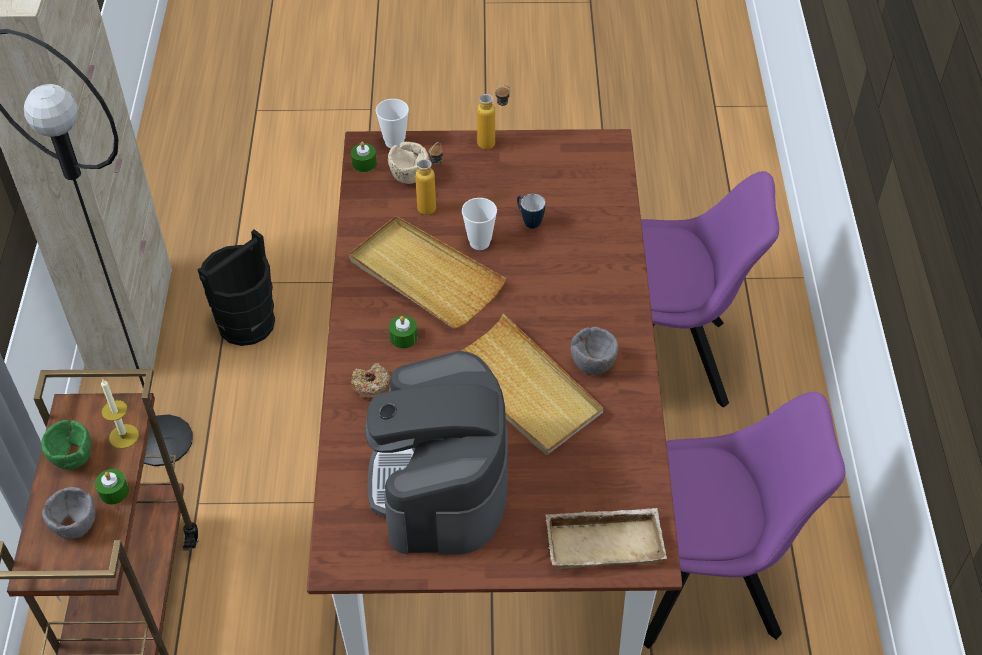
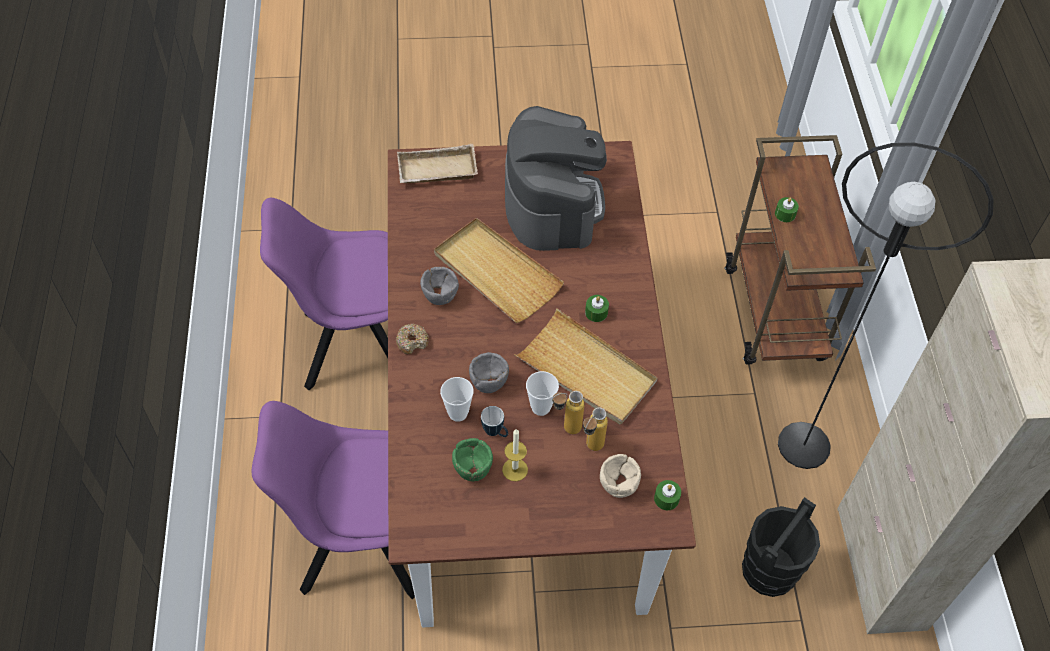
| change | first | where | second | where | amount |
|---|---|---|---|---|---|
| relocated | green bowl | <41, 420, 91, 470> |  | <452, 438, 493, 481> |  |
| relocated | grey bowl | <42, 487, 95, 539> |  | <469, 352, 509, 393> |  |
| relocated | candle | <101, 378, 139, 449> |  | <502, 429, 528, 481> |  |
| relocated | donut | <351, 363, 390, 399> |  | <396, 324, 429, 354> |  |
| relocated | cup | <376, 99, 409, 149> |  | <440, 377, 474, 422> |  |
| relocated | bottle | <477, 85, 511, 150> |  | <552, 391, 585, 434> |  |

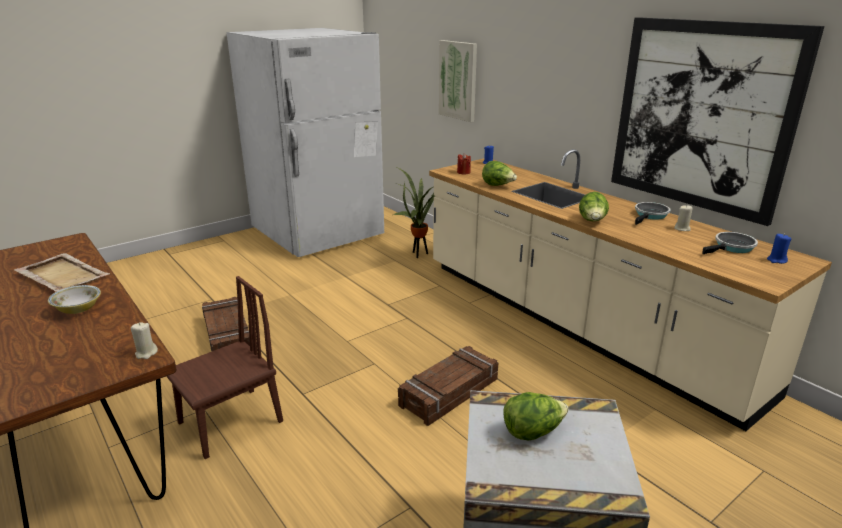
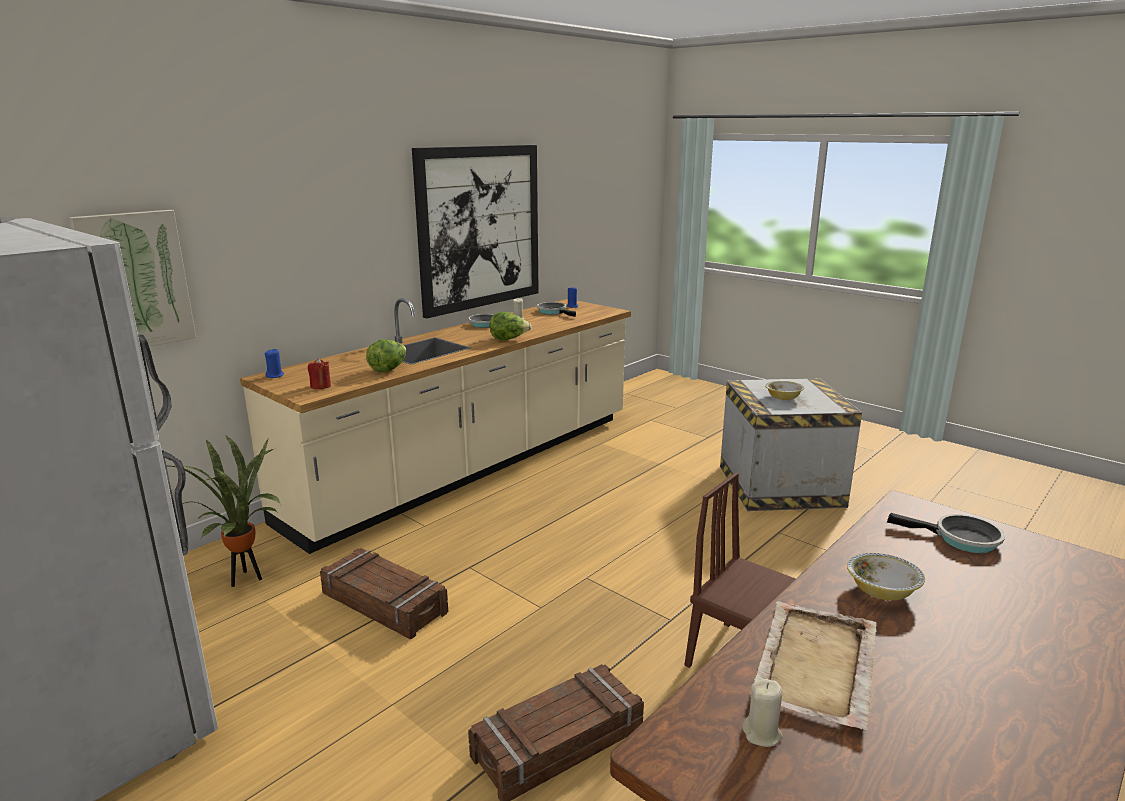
| change | first | where | second | where | amount |
|---|---|---|---|---|---|
| relocated | beige candle | <131, 322, 158, 359> |  | <743, 679, 783, 747> |  |
| relocated | crate | <398, 346, 498, 426> |  | <320, 548, 448, 639> |  |
| exchanged | lettuce | <504, 392, 568, 441> | bowl | <765, 381, 804, 400> |  |
| appeared |  |  | frying pan | <887, 513, 1005, 553> |  |

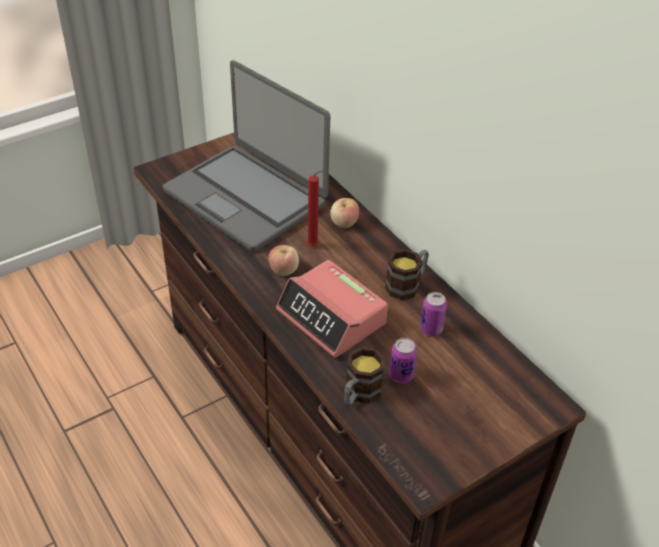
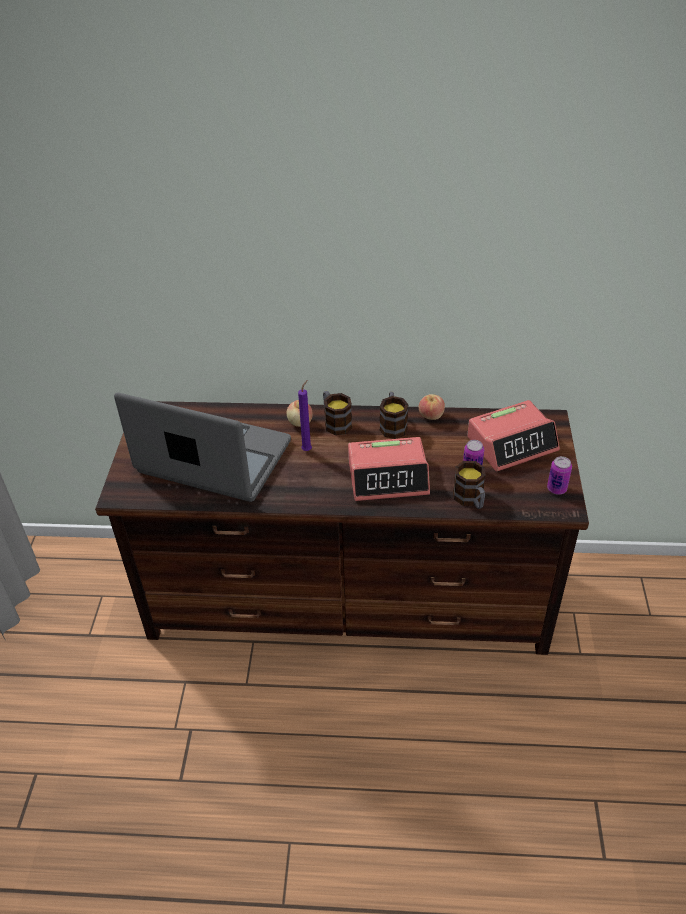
| change | first | where | second | where | amount |
|---|---|---|---|---|---|
| spun | laptop | <163, 60, 330, 252> |  | <114, 392, 291, 502> | 150 degrees counterclockwise |
| relocated | apple | <268, 245, 299, 276> |  | <419, 394, 445, 420> |  |
| colour | red candle | <307, 170, 324, 246> | purple candle | <298, 380, 312, 451> |  |
| relocated | can | <420, 292, 447, 336> |  | <547, 456, 572, 495> |  |
| appeared |  |  | mug | <323, 391, 352, 435> |  |
| appeared |  |  | alarm clock | <467, 400, 560, 471> |  |

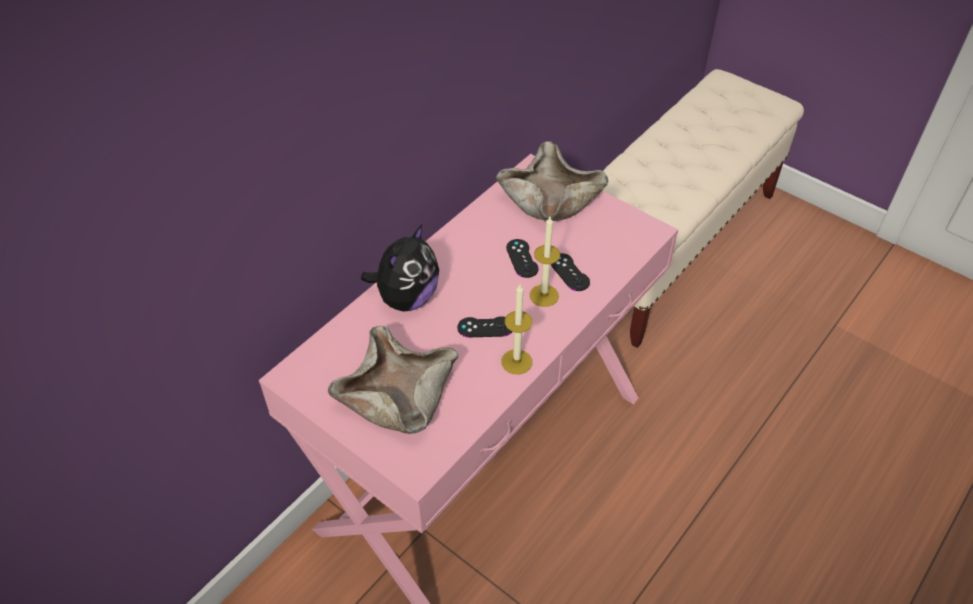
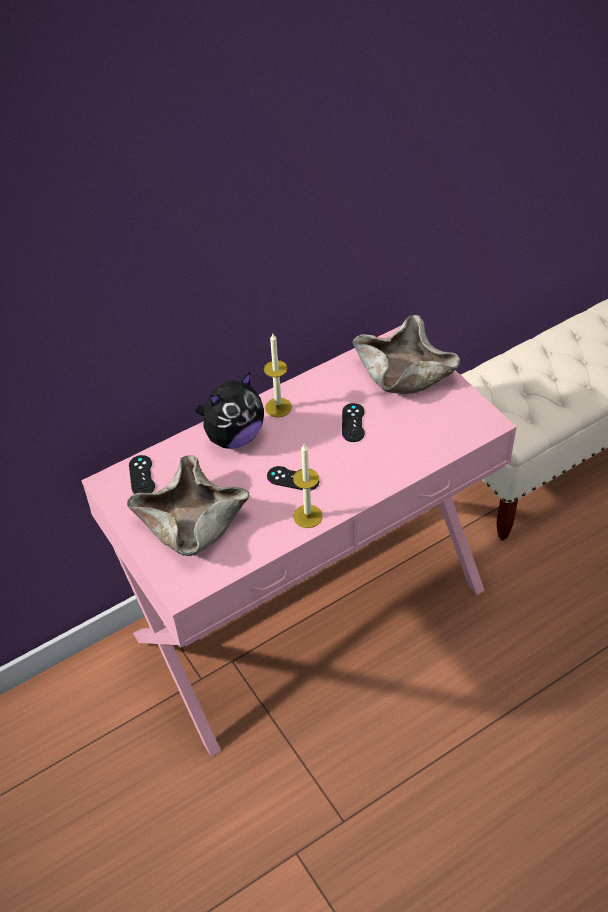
| change | first | where | second | where | amount |
|---|---|---|---|---|---|
| relocated | candle | <530, 217, 560, 307> |  | <264, 334, 292, 418> |  |
| relocated | black game controller | <550, 253, 590, 291> |  | <129, 455, 155, 494> |  |

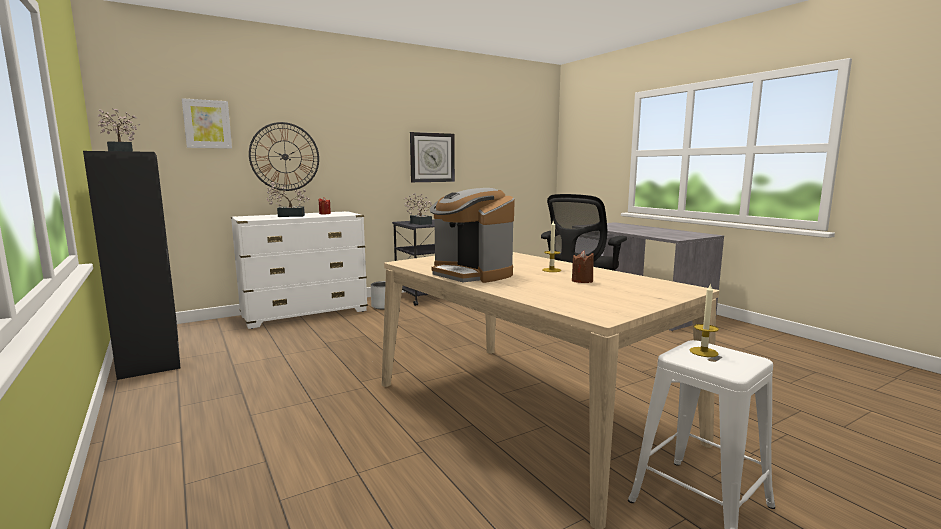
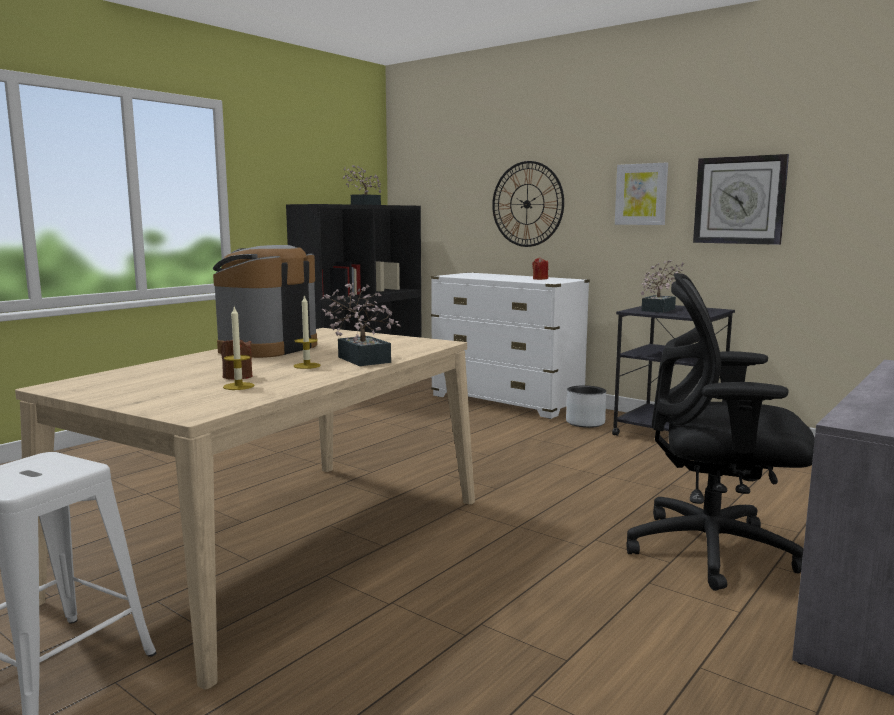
| change | first | where | second | where | amount |
|---|---|---|---|---|---|
| relocated | picture | <182, 98, 232, 149> |  | <615, 162, 668, 225> |  |
| relocated | potted plant | <267, 182, 310, 217> |  | <321, 282, 401, 366> |  |
| relocated | candle | <690, 283, 719, 357> |  | <223, 307, 254, 390> |  |

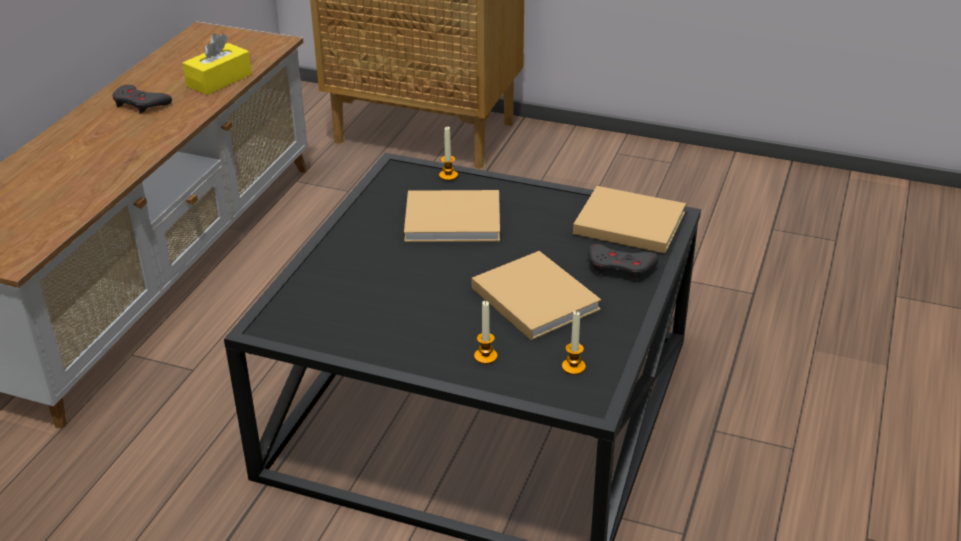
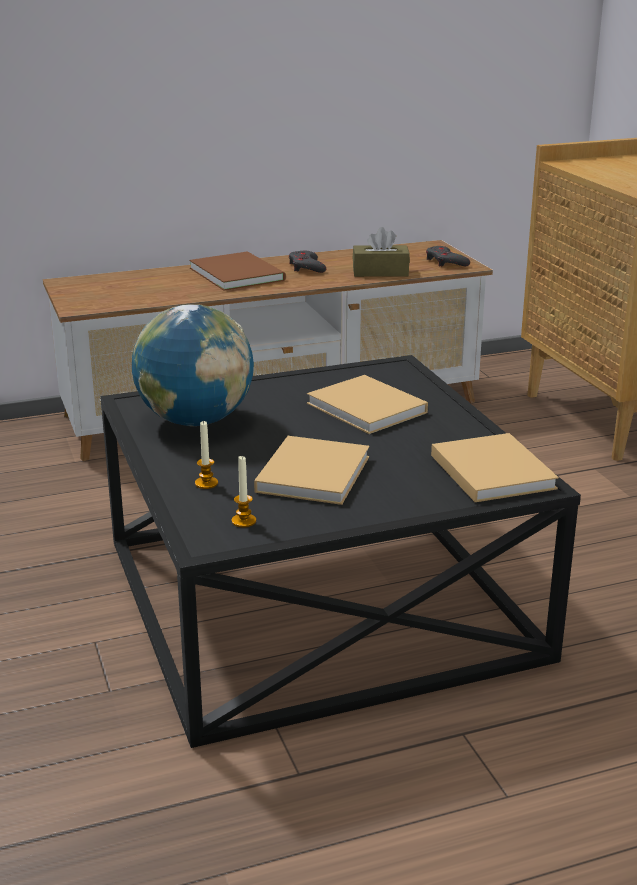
| change | first | where | second | where | amount |
|---|---|---|---|---|---|
| colour | yellow tissue box | <182, 33, 252, 95> | brown tissue box | <353, 227, 410, 277> |  |
| missing | candle | <439, 127, 458, 181> |  |  |  |
| relocated | grey game controller | <588, 244, 658, 281> |  | <426, 246, 470, 267> |  |
| appeared |  |  | globe | <132, 304, 254, 426> |  |
| appeared |  |  | brown book | <189, 251, 286, 291> |  |

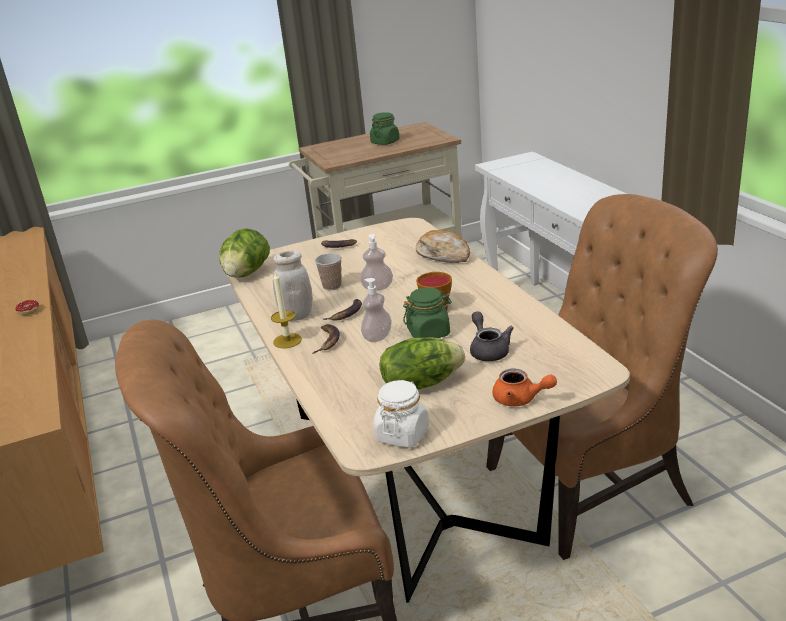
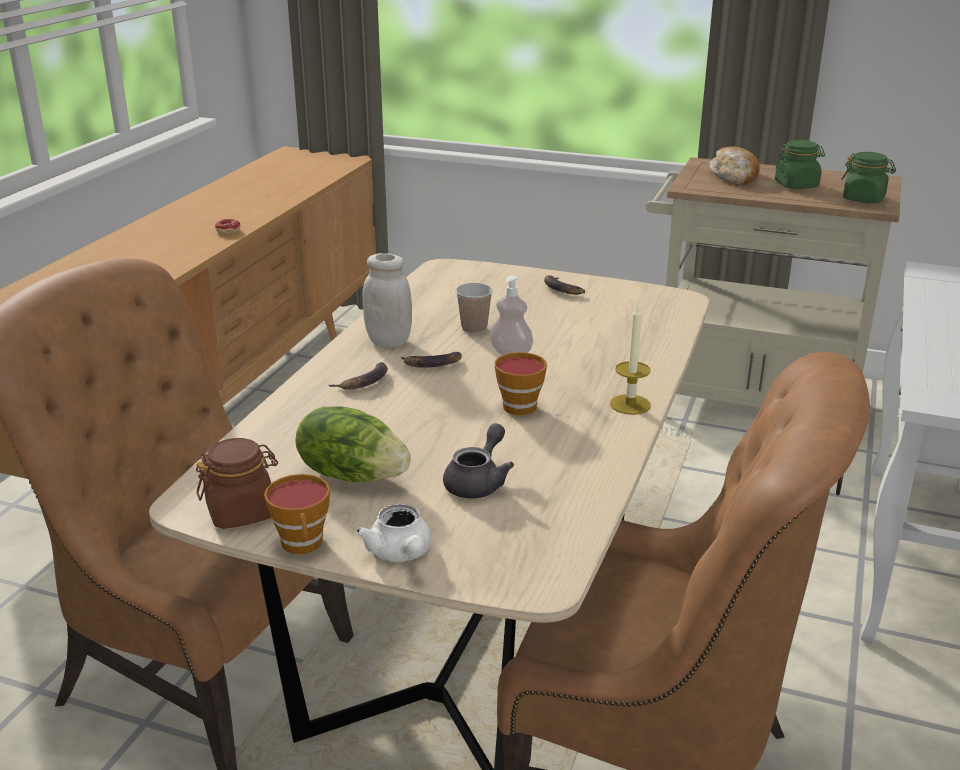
| change | first | where | second | where | amount |
|---|---|---|---|---|---|
| missing | lettuce | <219, 228, 270, 278> |  |  |  |
| relocated | candle | <271, 272, 302, 348> |  | <610, 306, 651, 415> |  |
| missing | soap dispenser | <361, 278, 392, 342> |  |  |  |
| colour | white jar | <374, 380, 429, 448> | brown jar | <196, 438, 278, 529> |  |
| relocated | green jar | <403, 287, 452, 338> |  | <841, 152, 896, 203> |  |
| relocated | bread | <416, 230, 470, 263> |  | <710, 147, 760, 185> |  |
| colour | orange teapot | <492, 368, 557, 406> | white teapot | <356, 504, 431, 562> |  |
| appeared |  |  | cup | <264, 474, 330, 554> |  |

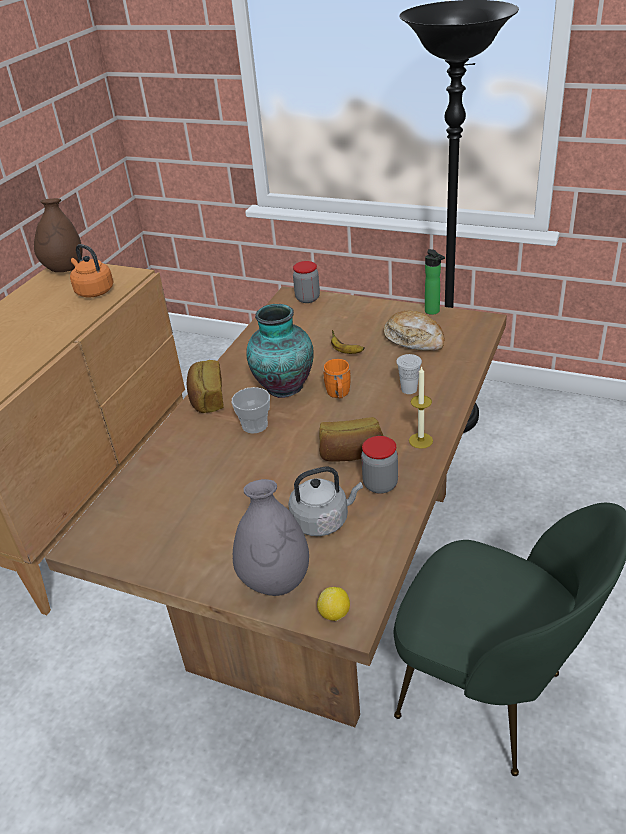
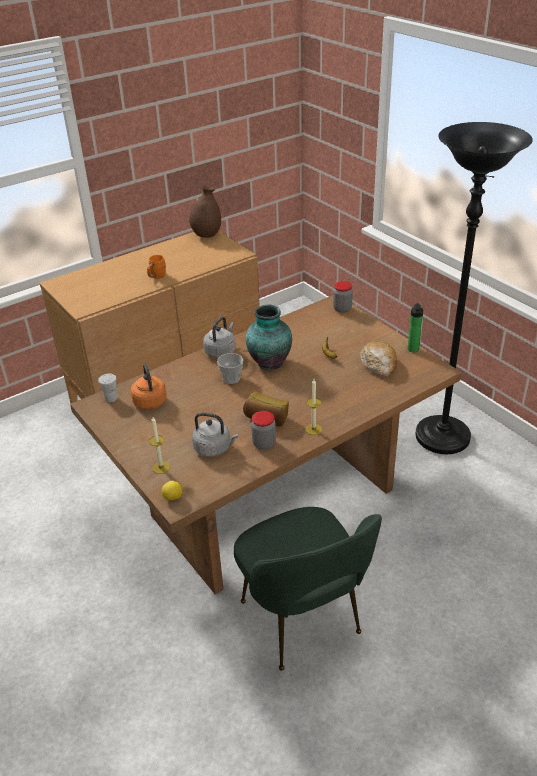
| change | first | where | second | where | amount |
|---|---|---|---|---|---|
| relocated | orange kettle | <70, 244, 113, 298> |  | <131, 363, 167, 409> |  |
| exchanged | bread | <187, 360, 224, 413> | grey kettle | <203, 317, 236, 358> |  |
| exchanged | grey vase | <233, 479, 309, 596> | candle | <149, 417, 170, 474> |  |
| relocated | orange mug | <323, 359, 351, 399> |  | <147, 255, 166, 279> |  |
| relocated | white cup | <396, 354, 422, 394> |  | <98, 374, 117, 402> |  |

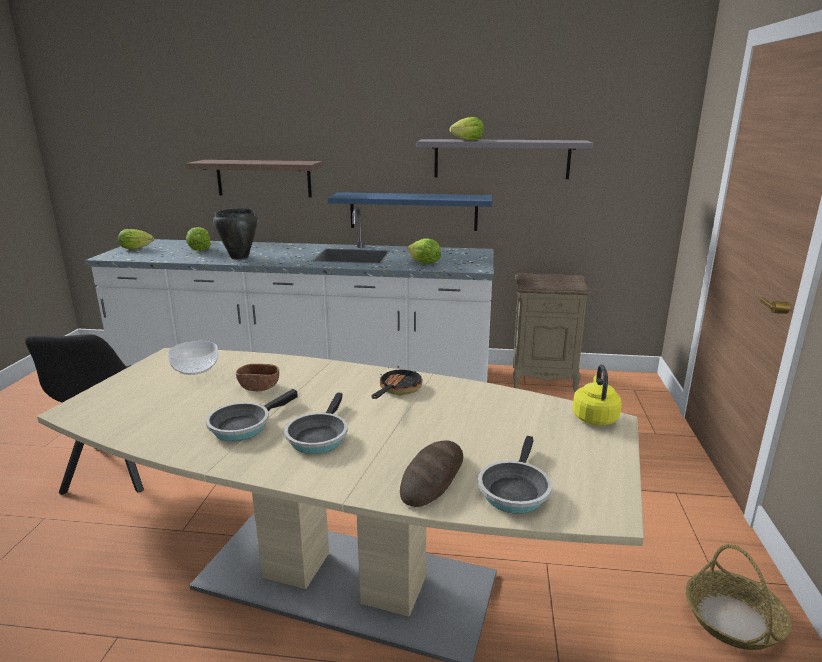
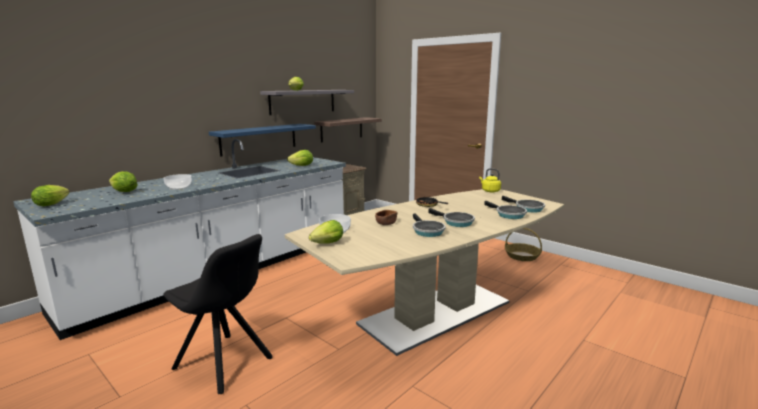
| change | first | where | second | where | amount |
|---|---|---|---|---|---|
| relocated | shelf | <185, 160, 323, 197> |  | <314, 117, 382, 142> |  |
| exchanged | black cooking pot | <213, 208, 258, 259> | bowl | <163, 174, 192, 190> |  |
| exchanged | bread | <400, 440, 463, 507> | frying pan | <485, 201, 527, 219> |  |
| appeared |  |  | lettuce | <309, 220, 343, 244> |  |

